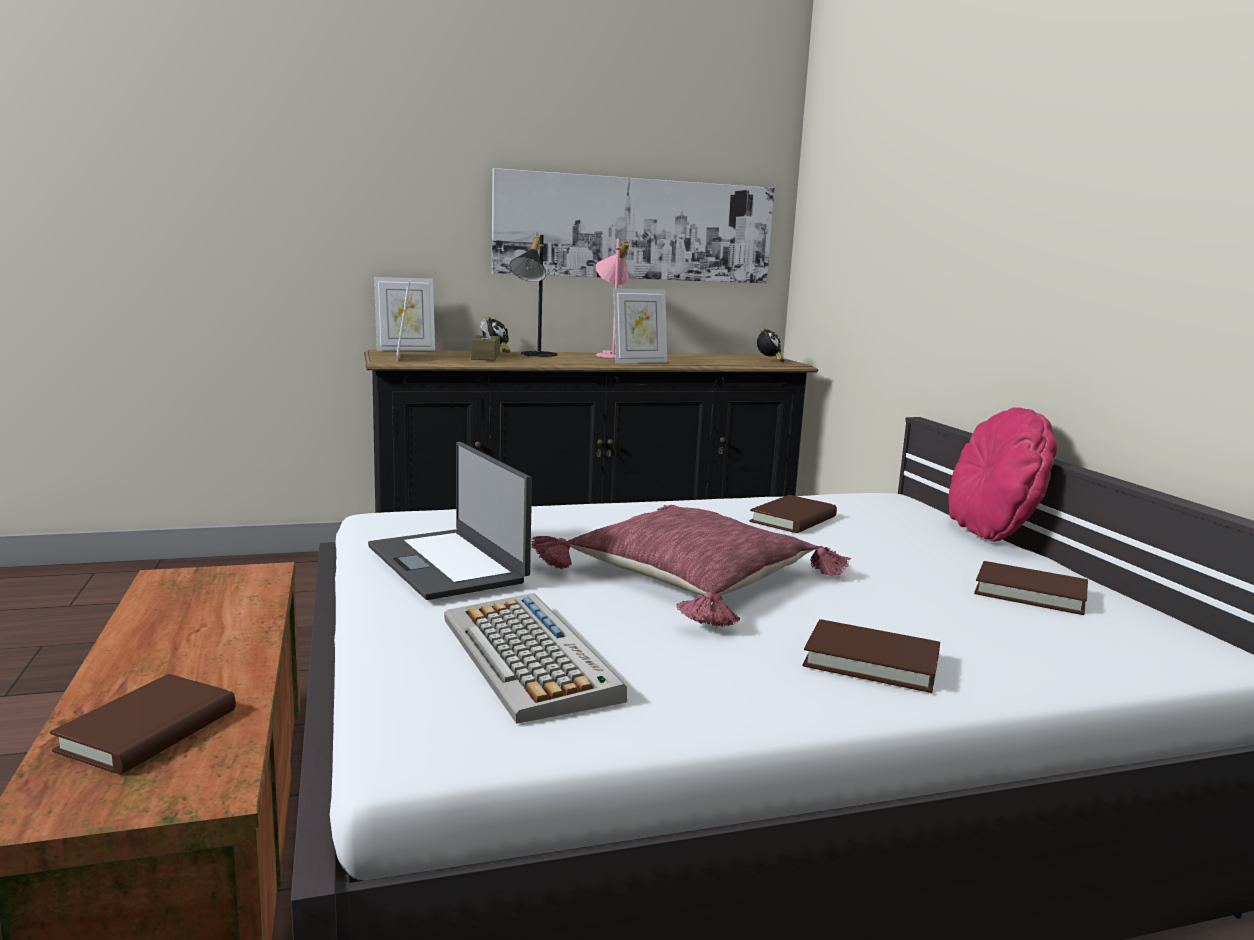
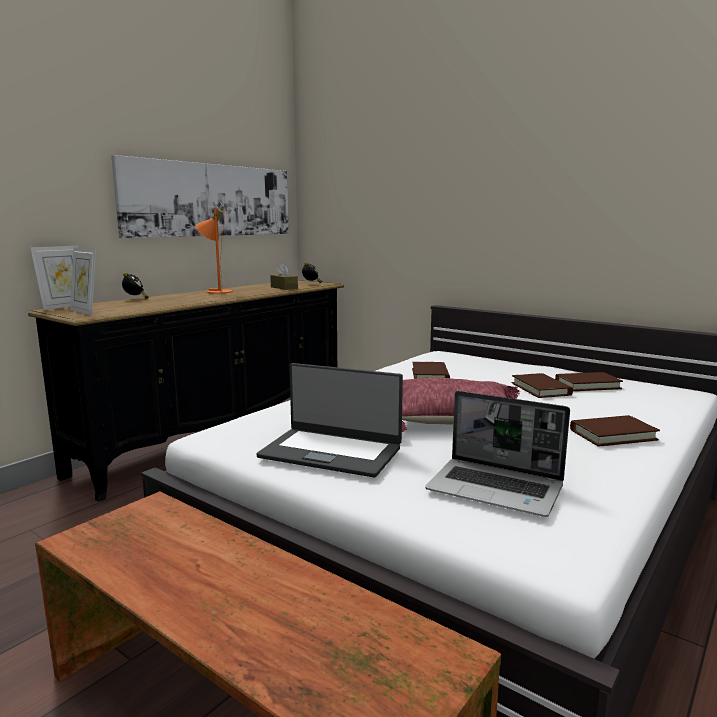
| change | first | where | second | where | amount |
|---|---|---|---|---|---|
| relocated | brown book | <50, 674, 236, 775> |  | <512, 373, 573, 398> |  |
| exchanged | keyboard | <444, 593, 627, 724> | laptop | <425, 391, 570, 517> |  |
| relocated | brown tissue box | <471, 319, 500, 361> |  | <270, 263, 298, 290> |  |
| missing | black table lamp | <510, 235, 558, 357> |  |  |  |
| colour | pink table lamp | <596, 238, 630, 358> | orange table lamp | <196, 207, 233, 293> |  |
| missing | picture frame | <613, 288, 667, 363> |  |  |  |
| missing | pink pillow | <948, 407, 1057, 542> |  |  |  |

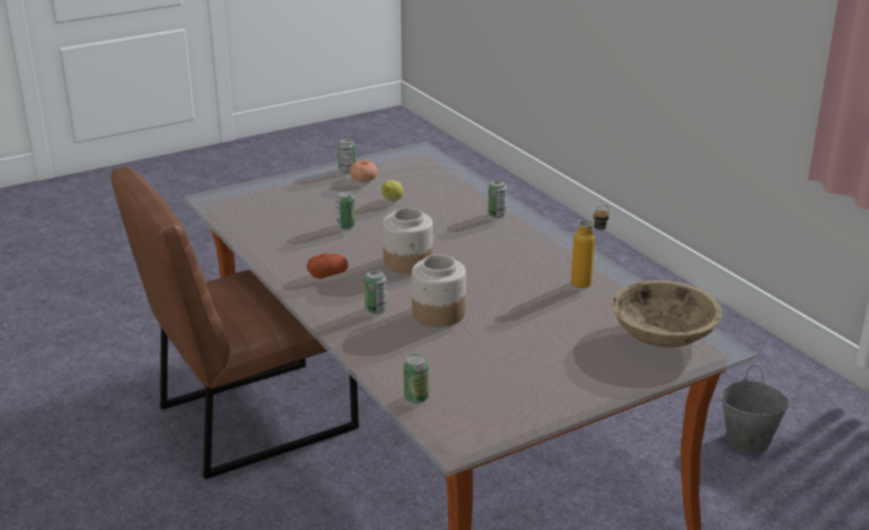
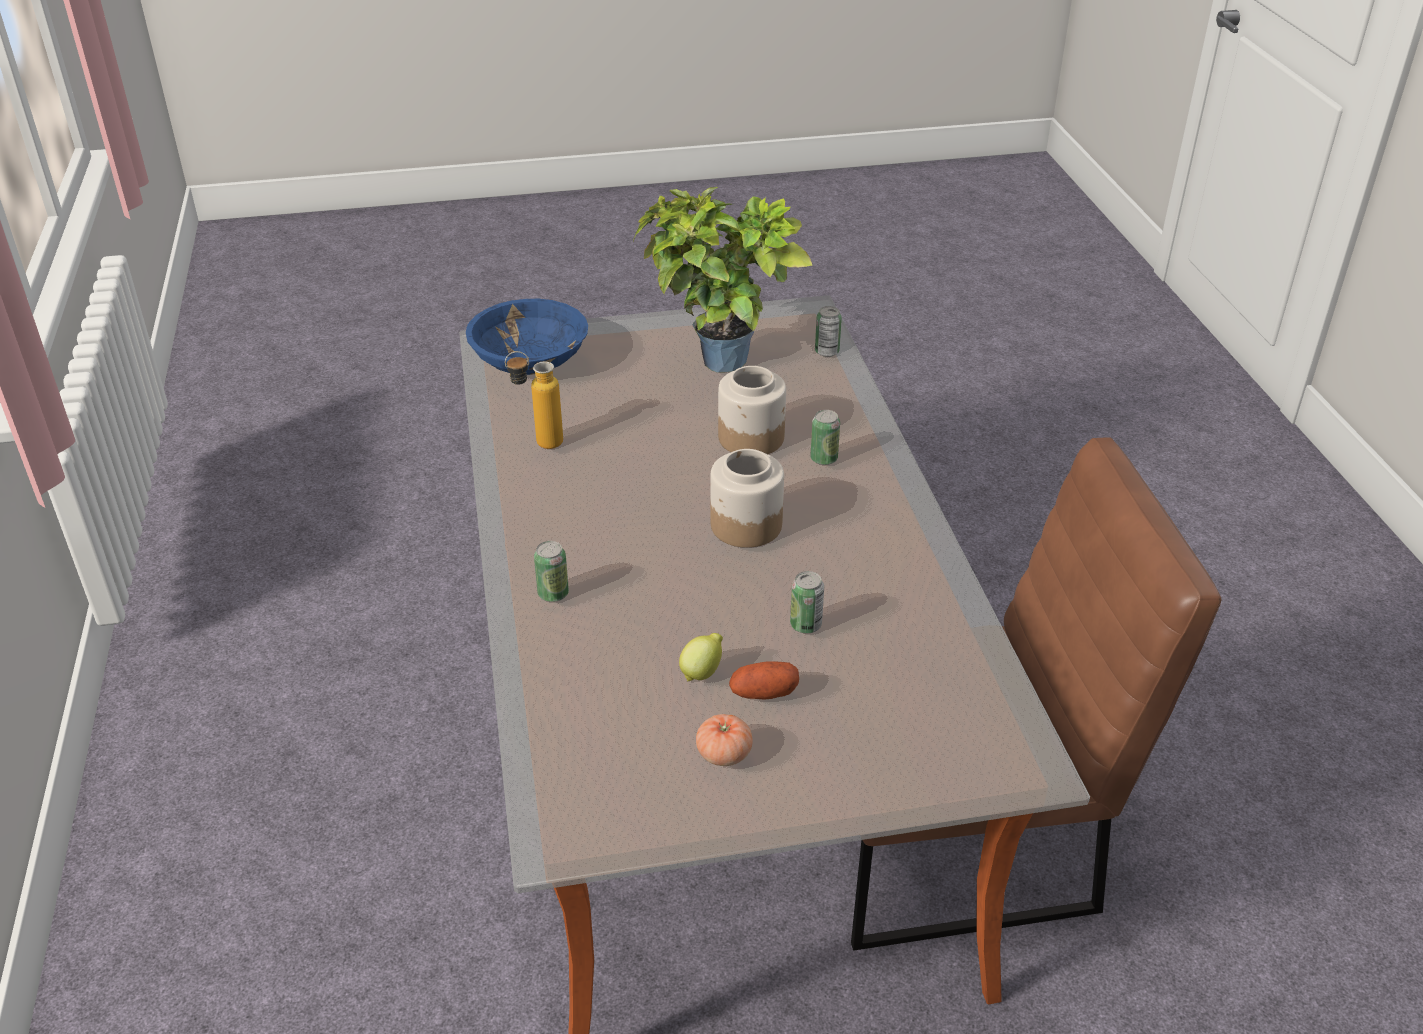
| change | first | where | second | where | amount |
|---|---|---|---|---|---|
| relocated | potato | <307, 253, 348, 279> |  | <729, 661, 799, 700> |  |
| missing | can | <338, 138, 356, 173> |  |  |  |
| colour | beige bowl | <611, 280, 722, 348> | blue bowl | <466, 299, 588, 375> |  |
| missing | grey bucket | <721, 365, 790, 453> |  |  |  |
| appeared |  |  | potted plant | <633, 187, 812, 373> |  |

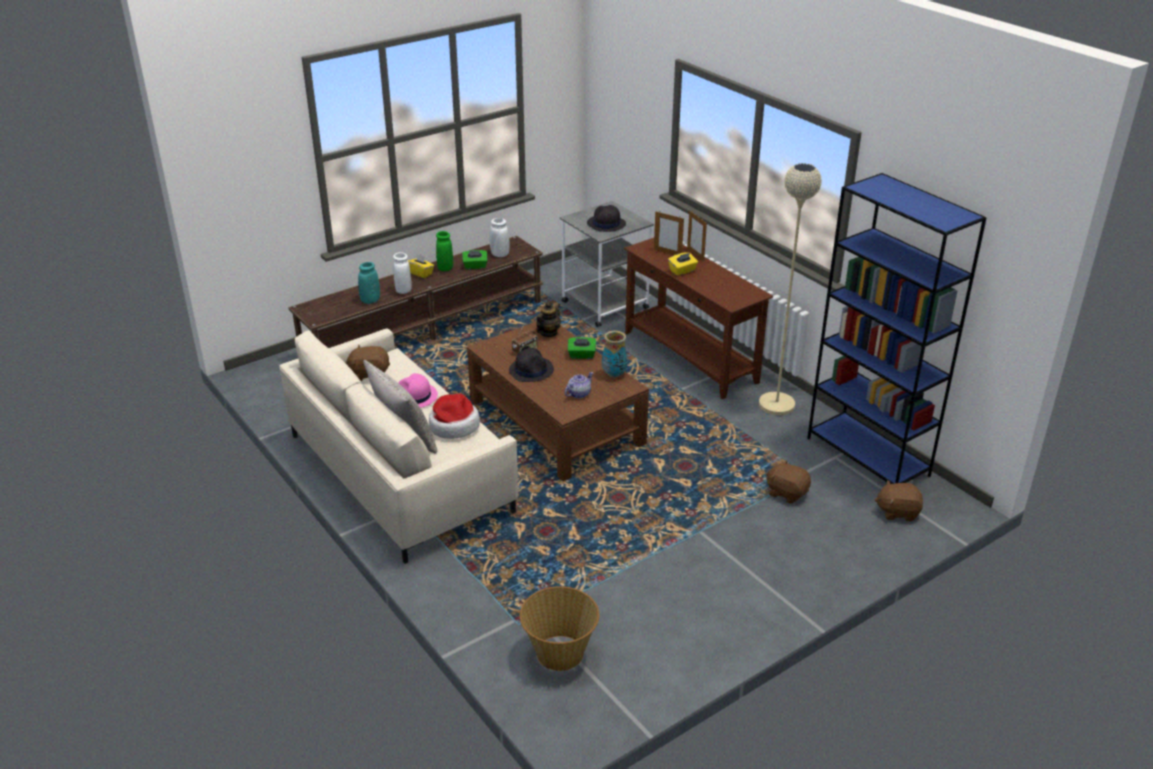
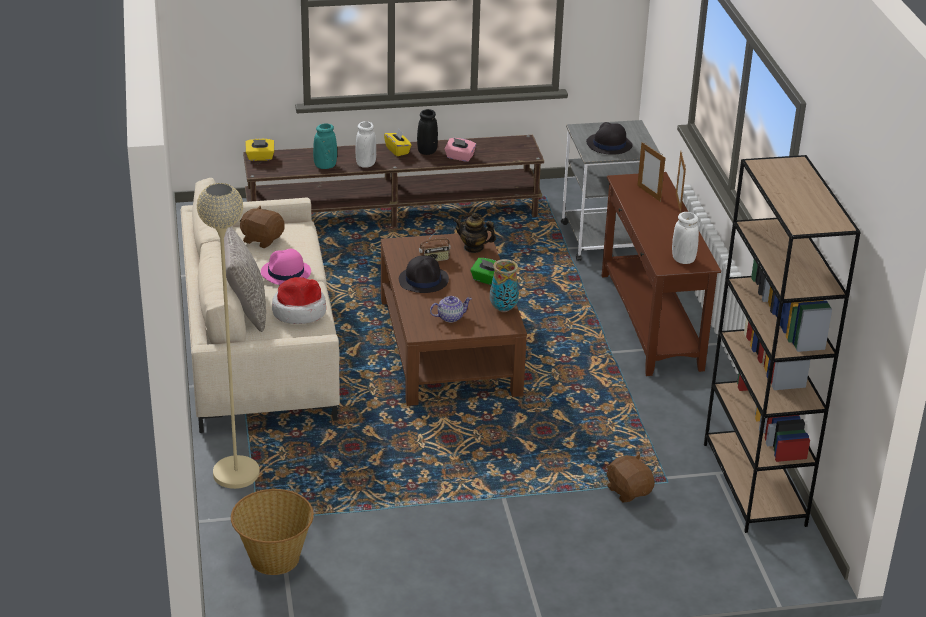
| change | first | where | second | where | amount |
|---|---|---|---|---|---|
| colour | green vase | <436, 231, 453, 271> | black vase | <417, 109, 438, 155> |  |
| colour | green tissue box | <462, 250, 487, 269> | pink tissue box | <444, 138, 476, 162> |  |
| relocated | white vase | <490, 218, 510, 257> |  | <672, 212, 699, 264> |  |
| spun | teapot | <536, 302, 561, 337> |  | <454, 213, 496, 253> | 135 degrees counterclockwise |
| relocated | yellow tissue box | <668, 252, 698, 276> |  | <245, 139, 274, 161> |  |
| relocated | beige floor lamp | <759, 163, 822, 415> |  | <197, 183, 259, 489> |  |
| colour | blue bookcase | <807, 173, 987, 484> | beige bookcase | <704, 155, 860, 533> |  |
| missing | brown plush toy | <875, 480, 923, 521> |  |  |  |

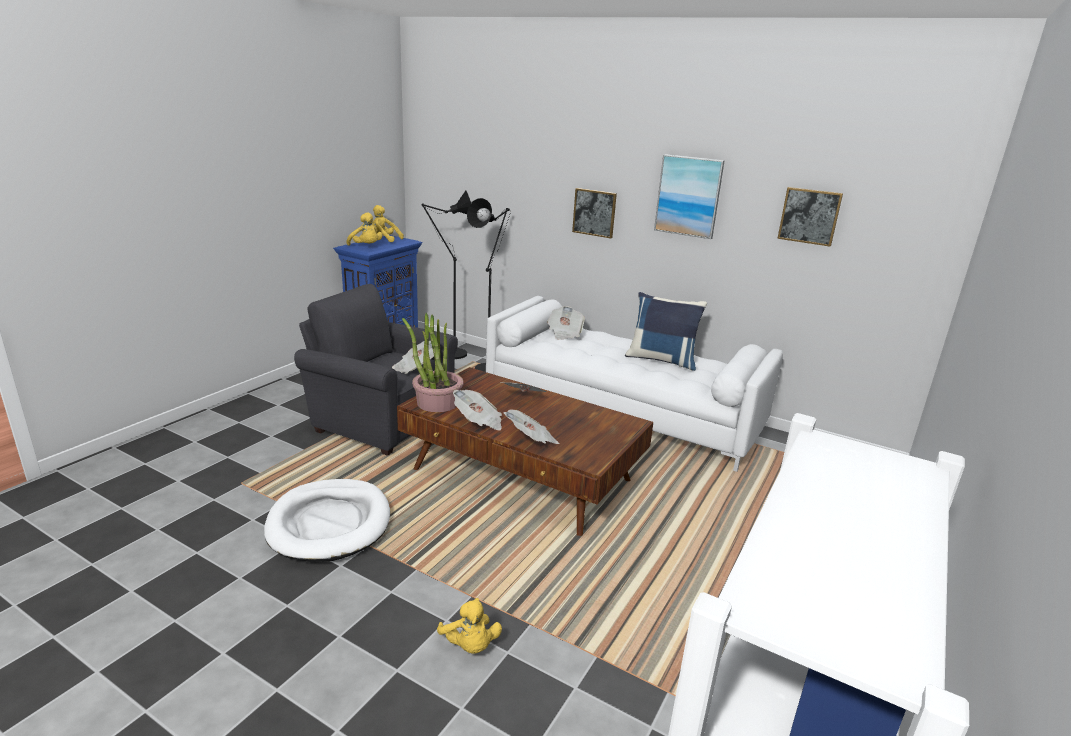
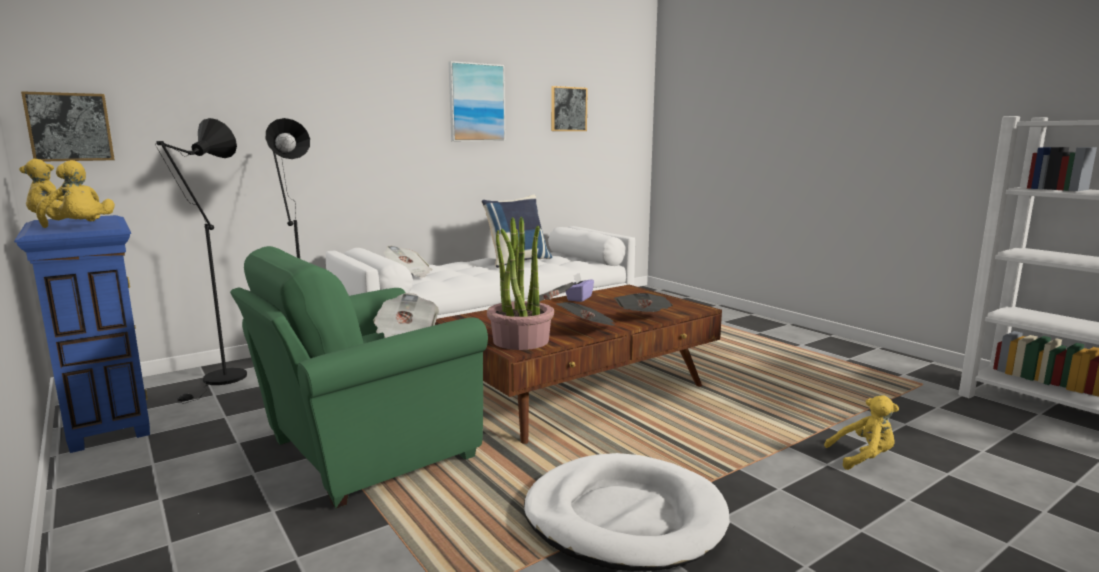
| change | first | where | second | where | amount |
|---|---|---|---|---|---|
| colour | grey armchair | <294, 284, 458, 456> | green armchair | <230, 246, 488, 509> |  |
| spun | yellow plush toy | <346, 212, 383, 246> |  | <36, 160, 115, 228> | 60 degrees clockwise |
| relocated | picture | <572, 188, 617, 238> |  | <21, 91, 115, 162> |  |
| appeared |  |  | purple tissue box | <565, 273, 594, 302> |  |

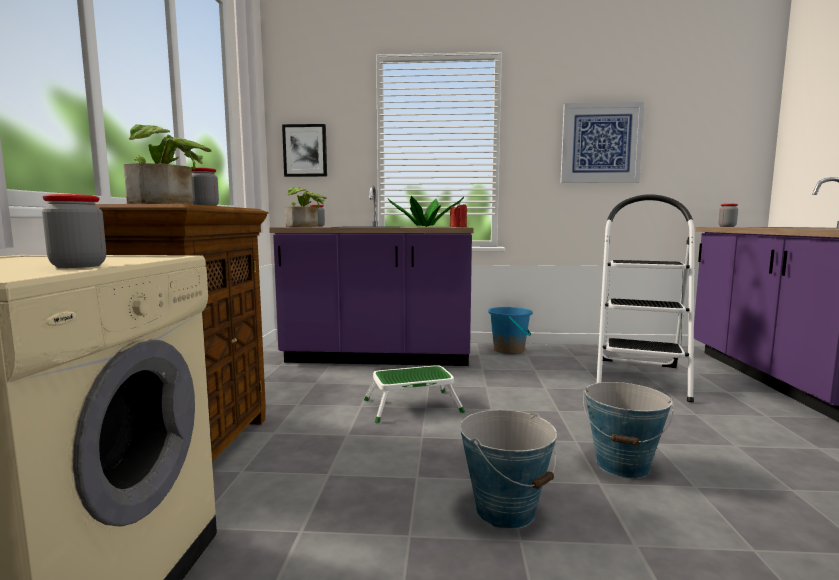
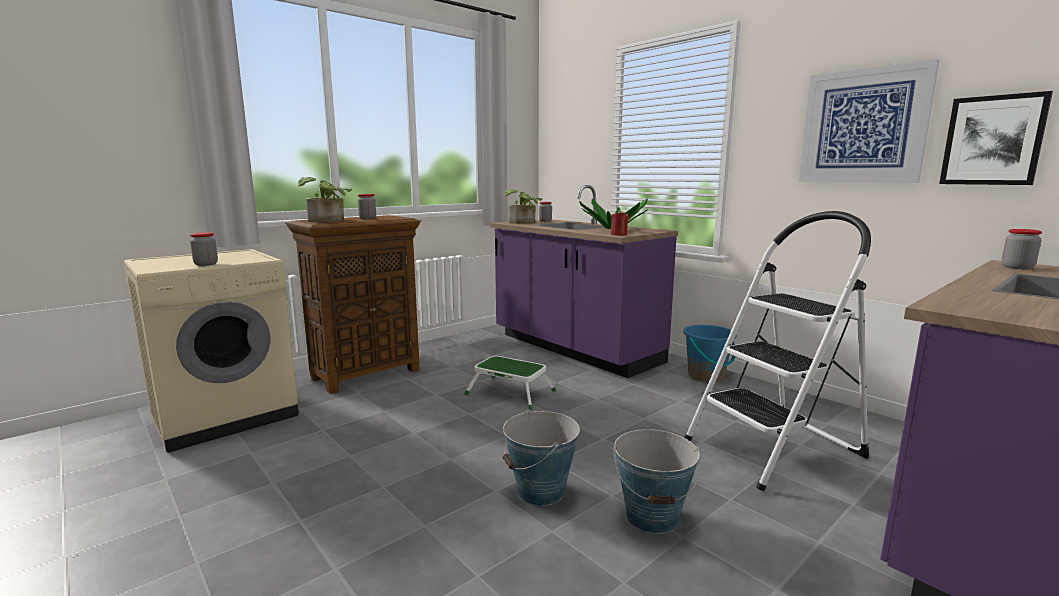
| change | first | where | second | where | amount |
|---|---|---|---|---|---|
| relocated | picture | <282, 124, 327, 177> |  | <939, 91, 1053, 185> |  |
| relocated | bucket | <460, 410, 557, 529> |  | <613, 429, 702, 534> |  |

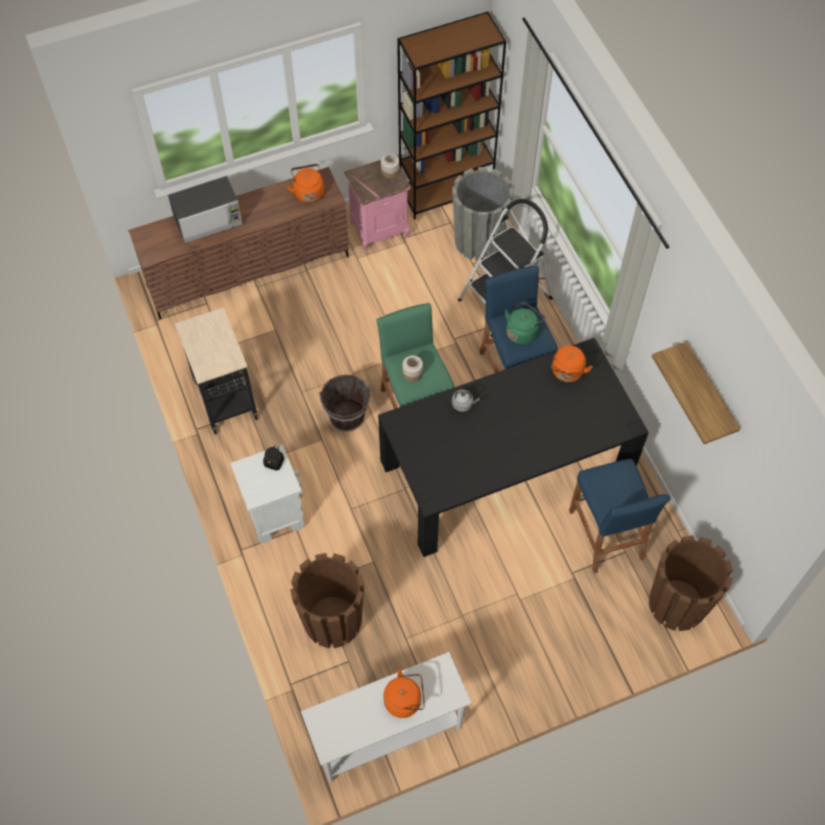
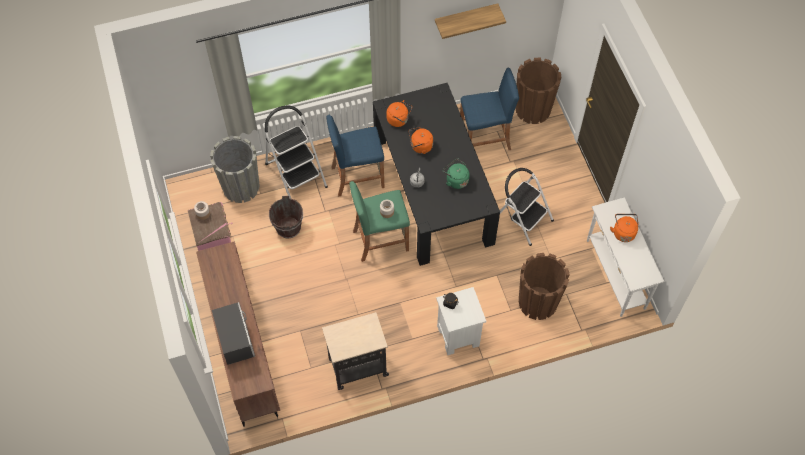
| change | first | where | second | where | amount |
|---|---|---|---|---|---|
| relocated | orange kettle | <287, 164, 324, 203> |  | <409, 127, 433, 154> |  |
| relocated | brown bucket | <319, 375, 370, 432> |  | <269, 196, 303, 238> |  |
| missing | brown bookcase | <397, 11, 506, 220> |  |  |  |
| relocated | green kettle | <505, 302, 545, 345> |  | <443, 158, 469, 189> |  |
| appeared |  |  | step ladder | <500, 168, 554, 246> |  |

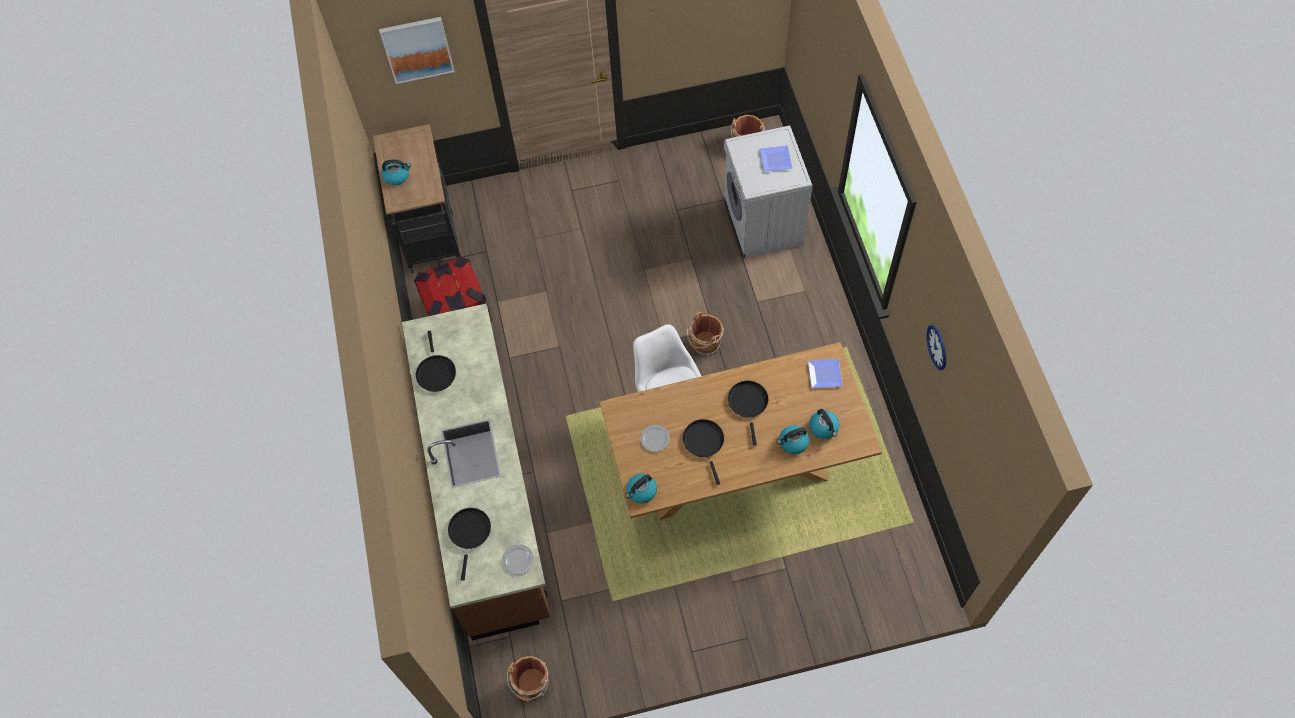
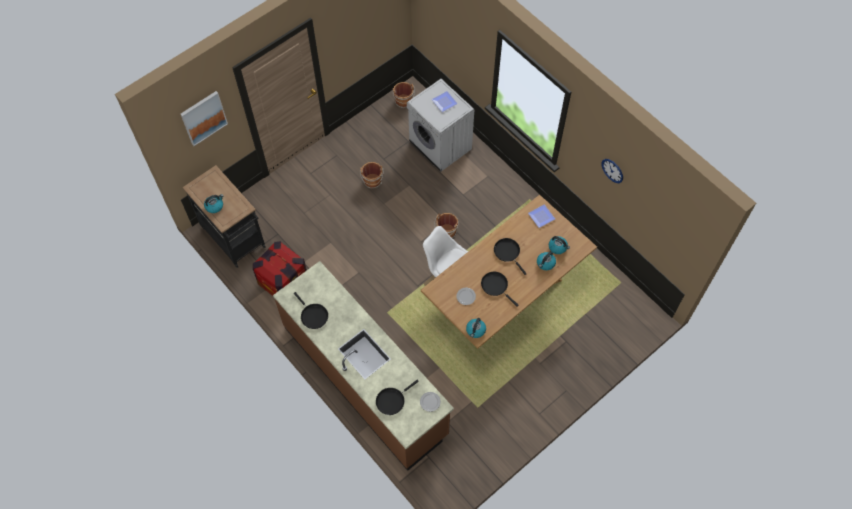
| change | first | where | second | where | amount |
|---|---|---|---|---|---|
| spun | black frying pan | <448, 508, 491, 581> |  | <376, 380, 419, 415> | 105 degrees counterclockwise |
| relocated | brown bucket | <507, 656, 549, 701> |  | <360, 162, 384, 189> |  |

